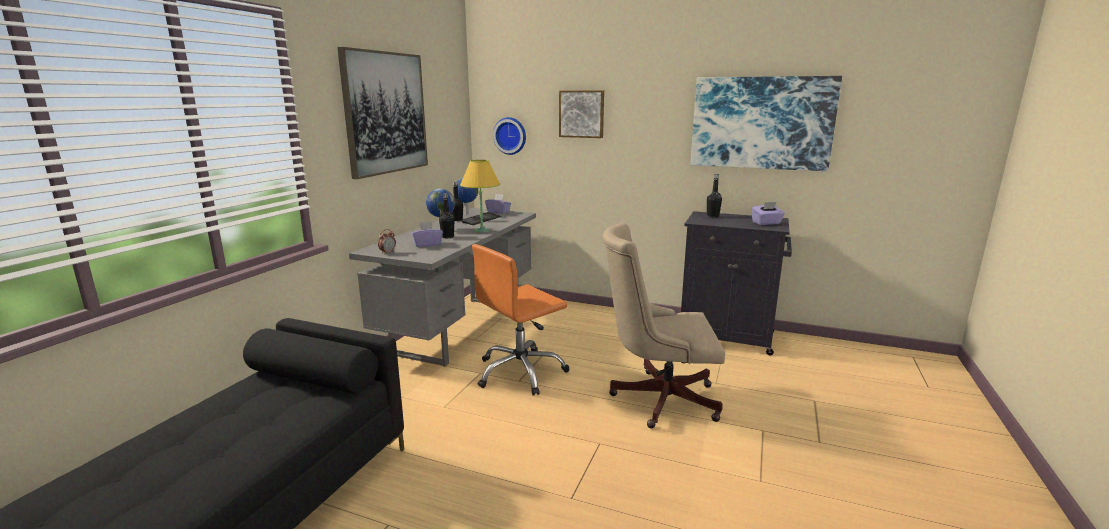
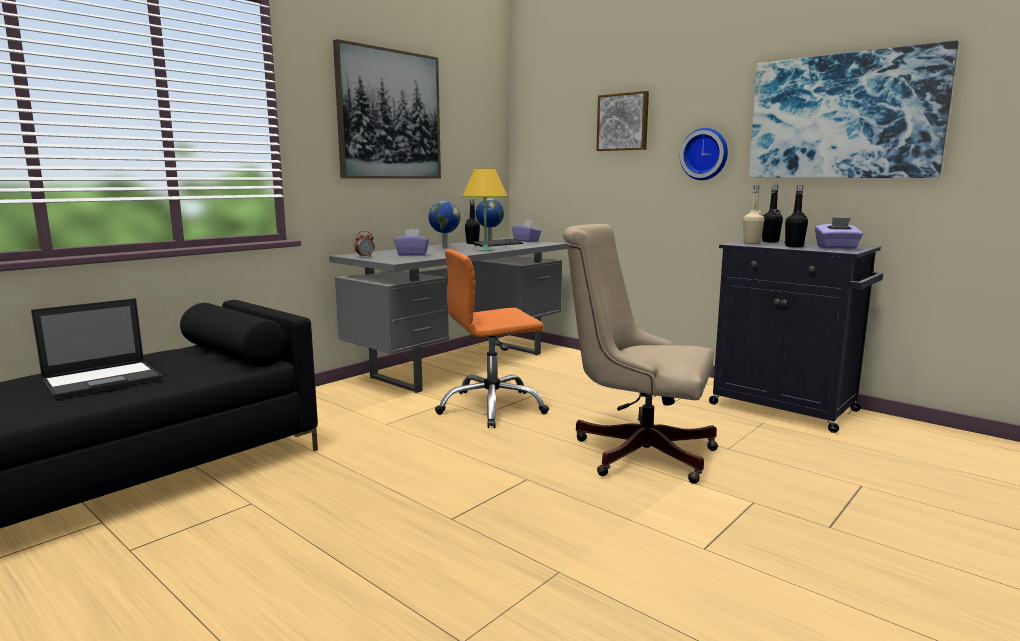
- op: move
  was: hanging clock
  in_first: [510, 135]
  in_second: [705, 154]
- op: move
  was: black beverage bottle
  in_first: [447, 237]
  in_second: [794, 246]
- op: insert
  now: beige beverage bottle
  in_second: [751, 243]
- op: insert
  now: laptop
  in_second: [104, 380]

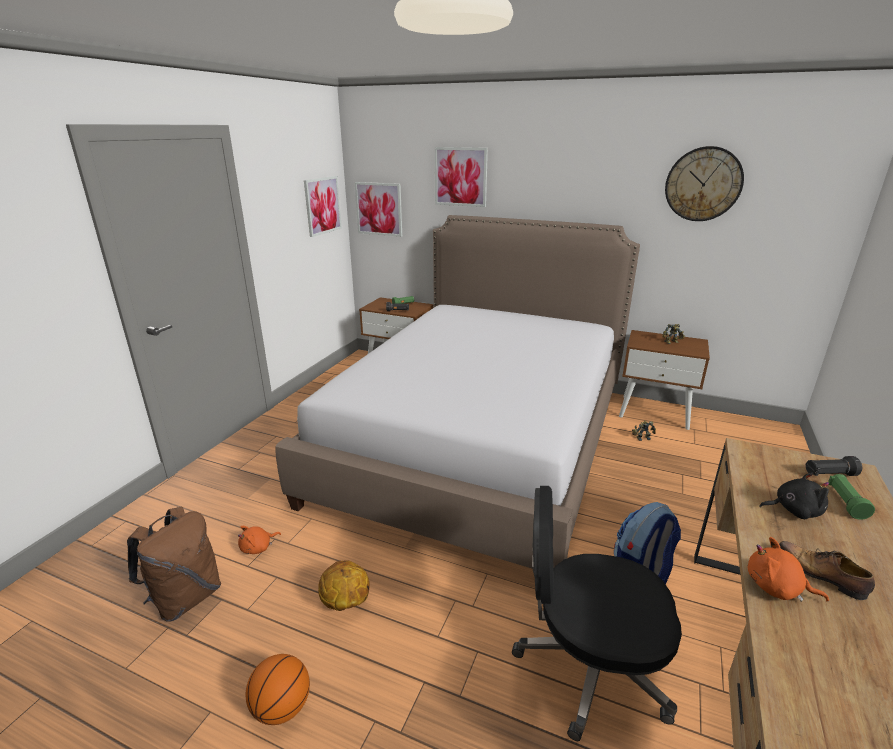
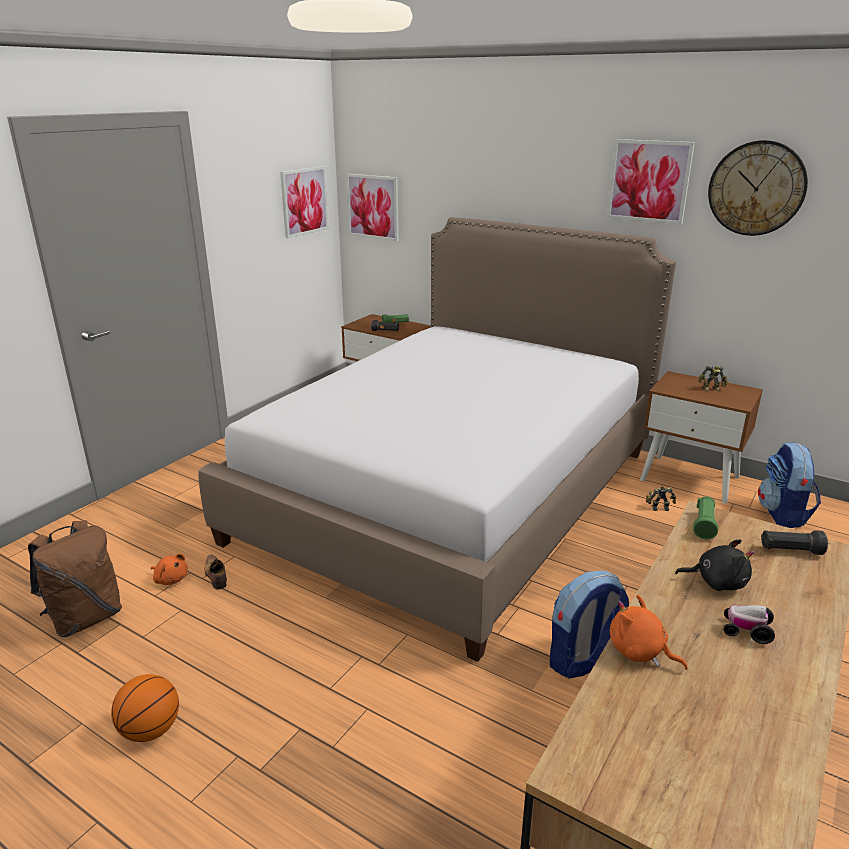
- op: move
  was: wall picture
  in_first: [460, 177]
  in_second: [649, 181]
- op: move
  was: green torch
  in_first: [845, 503]
  in_second: [704, 525]
- op: delete
  was: black desk chair
  in_first: [588, 665]
- op: rotate
  was: orangey soft toy
  in_first: [258, 547]
  in_second: [170, 579]
  clockwise: -120
- op: move
  was: item of footwear
  in_first: [821, 575]
  in_second: [216, 576]
- op: delete
  was: basketball
  in_first: [345, 603]
- op: insert
  now: backpack
  in_second: [783, 514]
- op: insert
  now: model car
  in_second: [746, 631]

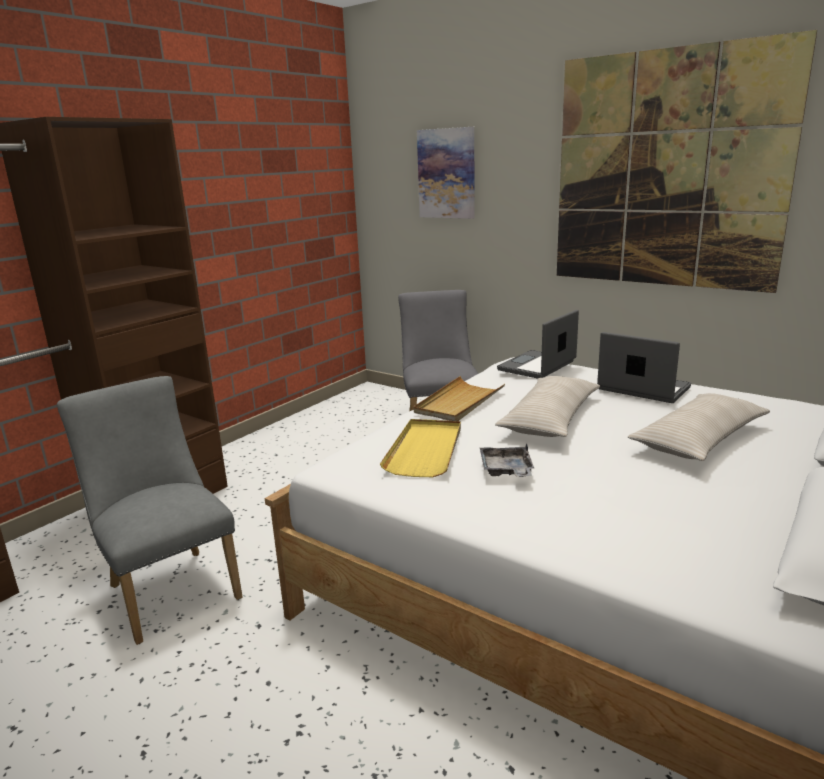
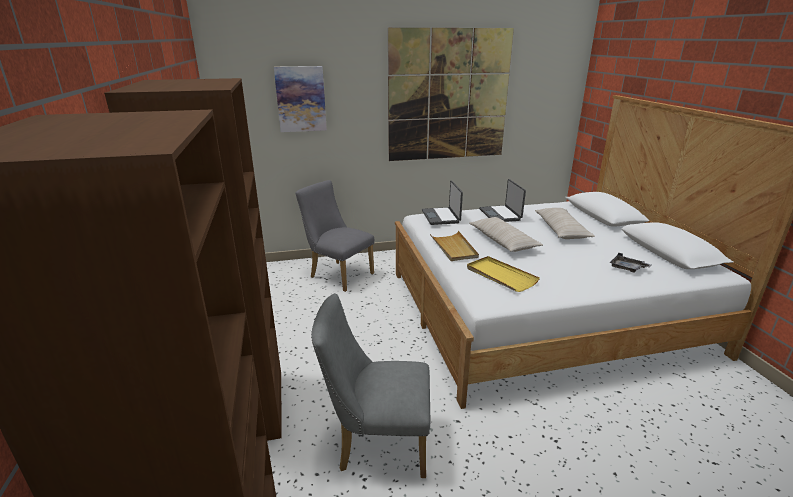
- op: rotate
  was: laptop
  in_first: [642, 389]
  in_second: [500, 214]
  clockwise: -90
- op: move
  was: greyish tray
  in_first: [506, 470]
  in_second: [627, 268]

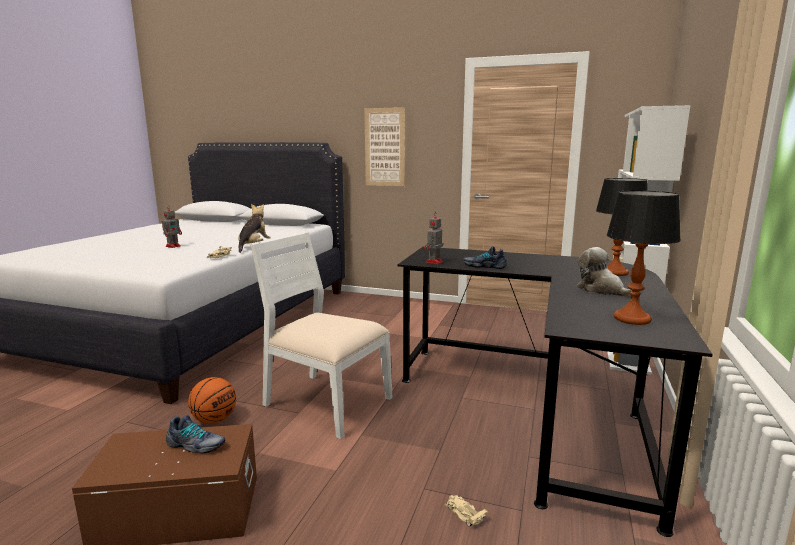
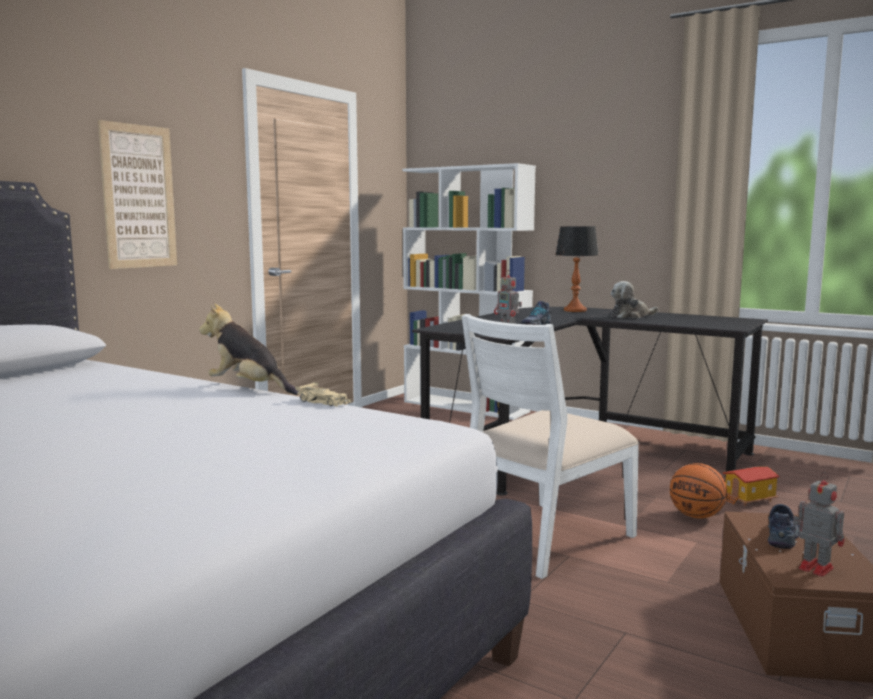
- op: delete
  was: lamp for a table
  in_first: [632, 319]
- op: move
  was: robot figure
  in_first: [173, 246]
  in_second: [814, 567]
- op: move
  was: basketball
  in_first: [214, 420]
  in_second: [696, 516]
- op: replace
  was: beige model car
  now: miniature house
  in_first: [464, 513]
  in_second: [749, 500]

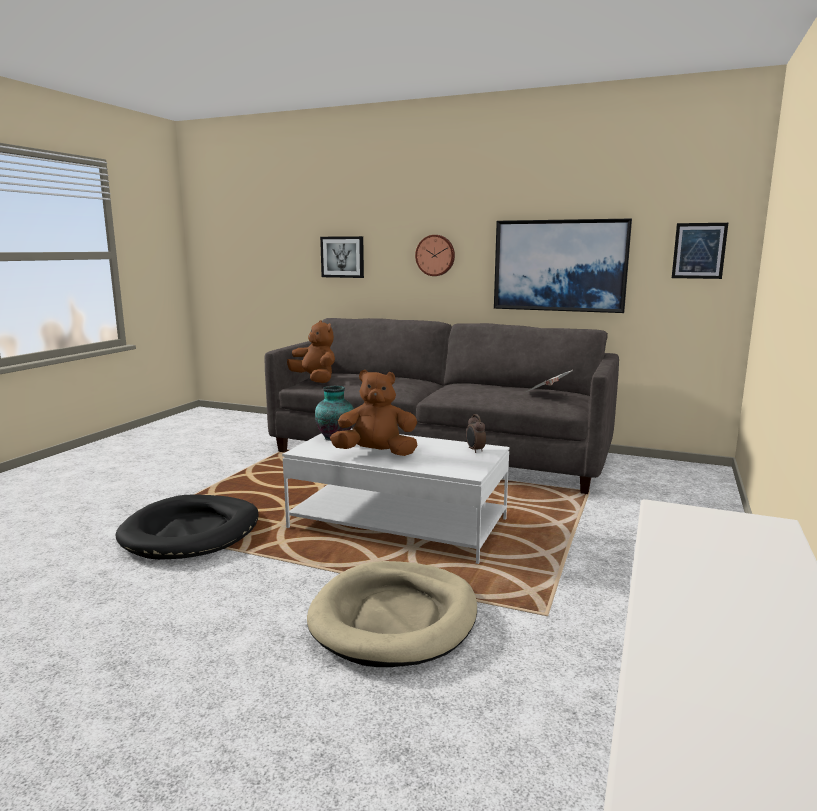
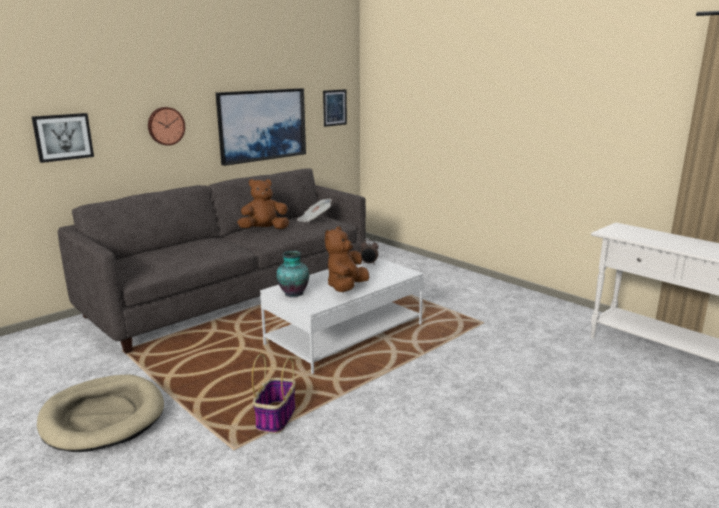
- op: move
  was: brown-coloured soft toy
  in_first: [315, 380]
  in_second: [264, 229]
- op: replace
  was: black pet bed
  now: household basket
  in_first: [191, 532]
  in_second: [276, 417]
- op: move
  was: beige pet bed
  in_first: [394, 618]
  in_second: [103, 417]

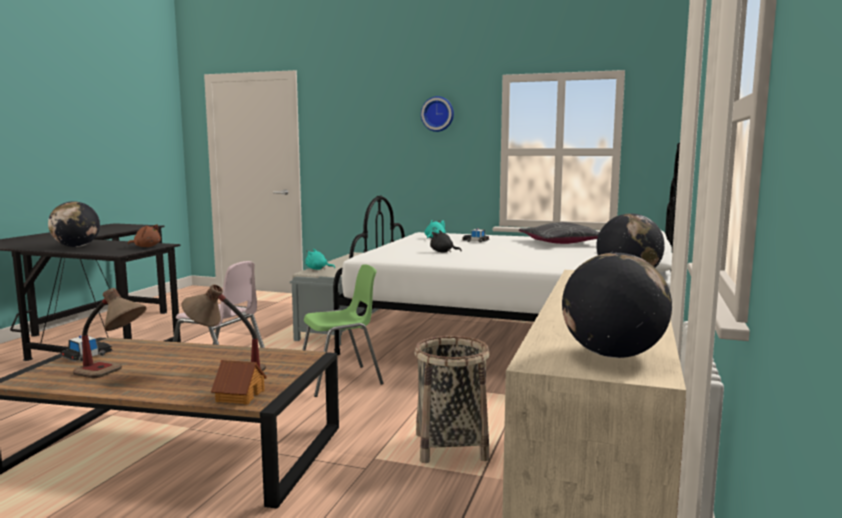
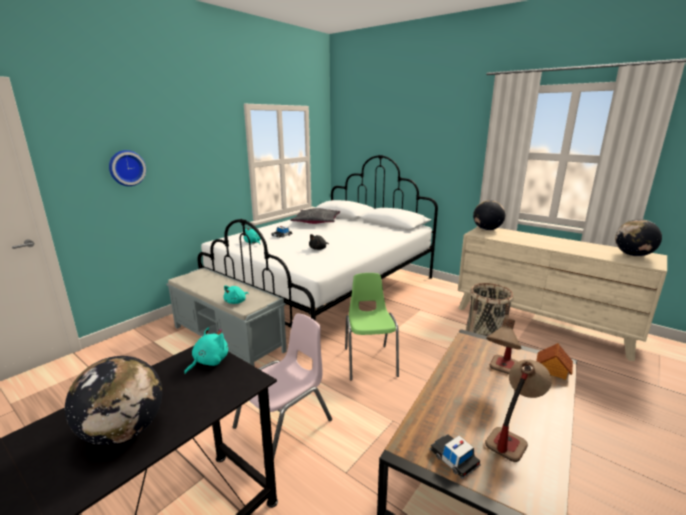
- op: move
  was: hanging clock
  in_first: [438, 114]
  in_second: [126, 168]
- op: recolor
  was: brown-coloured soft toy
  now: blue-green soft toy
  in_first: [146, 247]
  in_second: [209, 362]

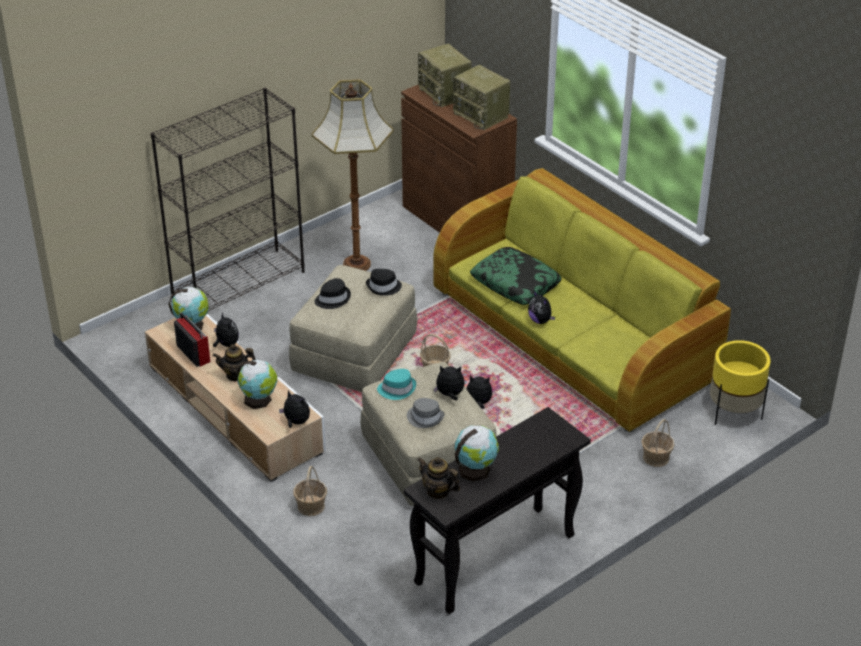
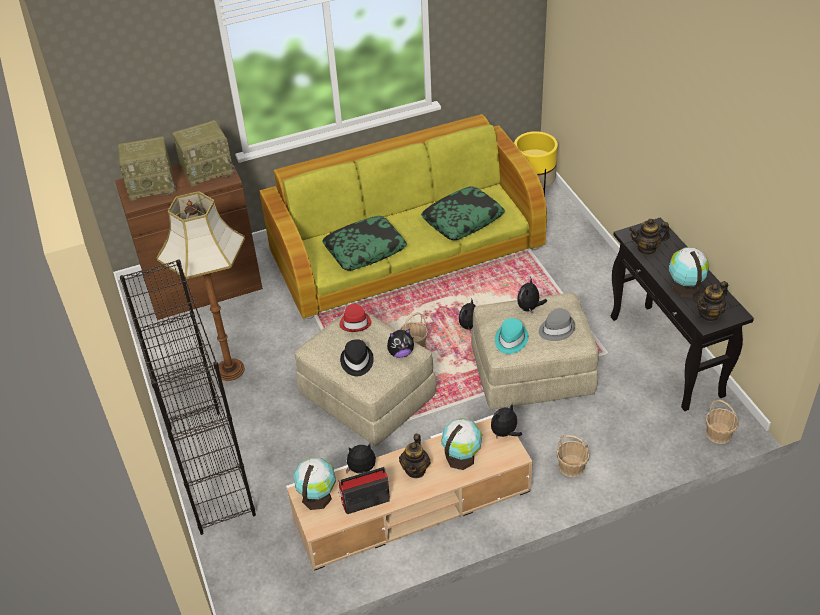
- op: recolor
  was: black wearable hat
  now: red-coloured wearable hat
  in_first: [383, 287]
  in_second: [355, 322]
- op: move
  was: soft toy
  in_first: [540, 320]
  in_second: [400, 353]
- op: move
  was: household basket
  in_first: [655, 457]
  in_second: [718, 434]
- op: insert
  now: pillow
  in_second: [462, 219]
- op: insert
  now: pot for tea
  in_second: [647, 248]

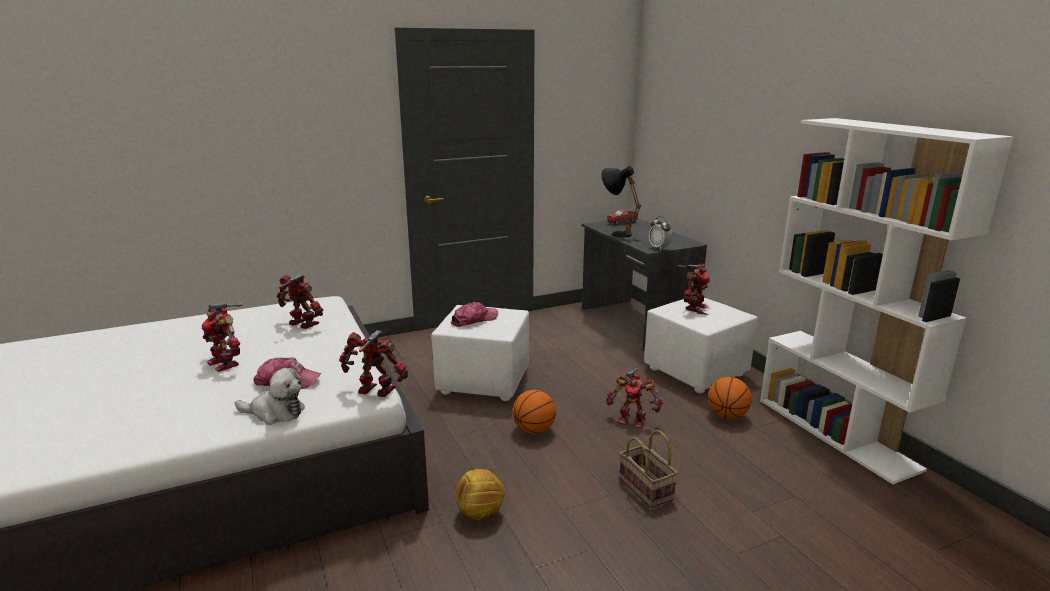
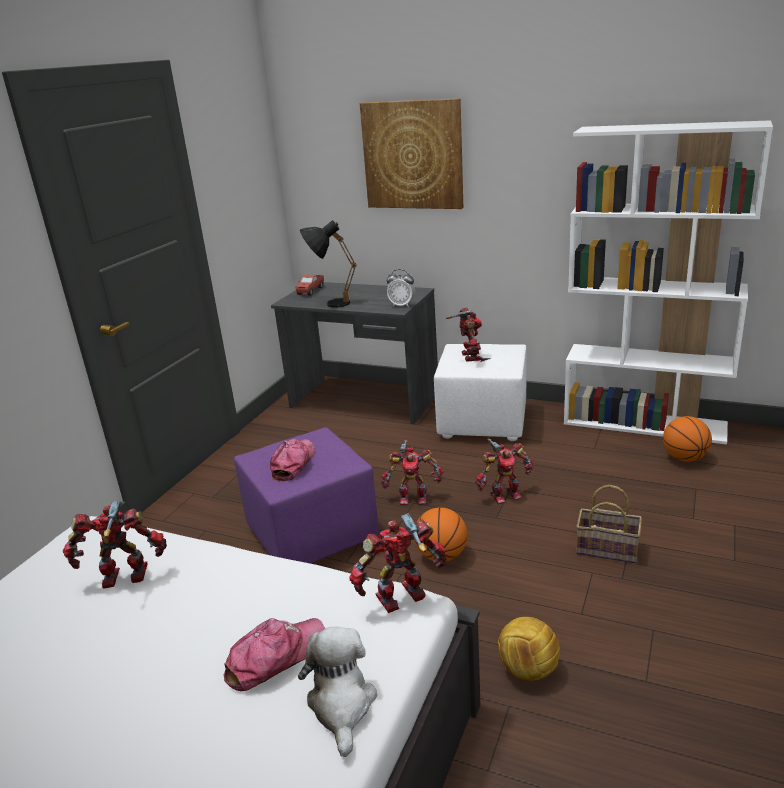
- op: move
  was: robot figure
  in_first: [225, 363]
  in_second: [413, 497]
- op: recolor
  was: white footrest
  now: purple-coloured footrest
  in_first: [484, 382]
  in_second: [313, 535]
- op: rotate
  was: soft toy
  in_first: [275, 413]
  in_second: [341, 705]
  clockwise: -60
- op: move
  was: basketball
  in_first: [727, 416]
  in_second: [684, 458]
- op: insert
  now: wall picture
  in_second: [413, 155]

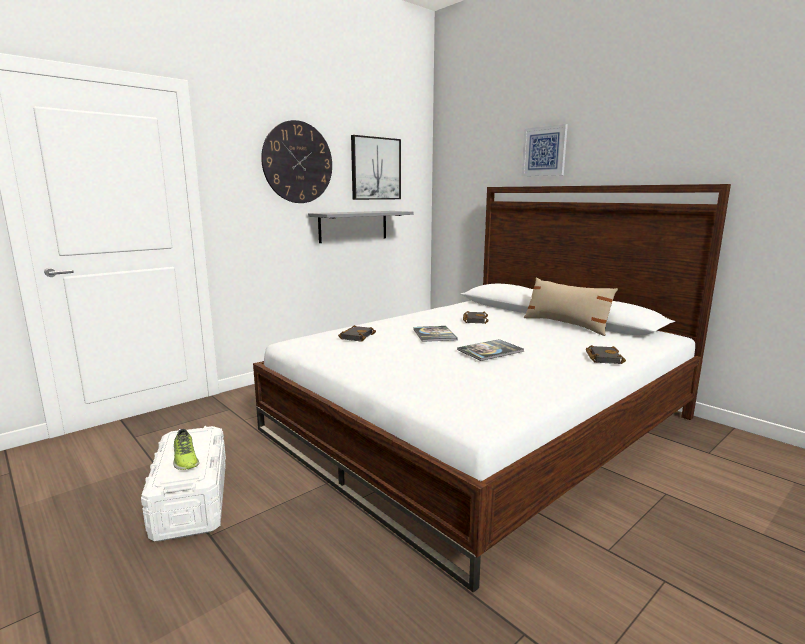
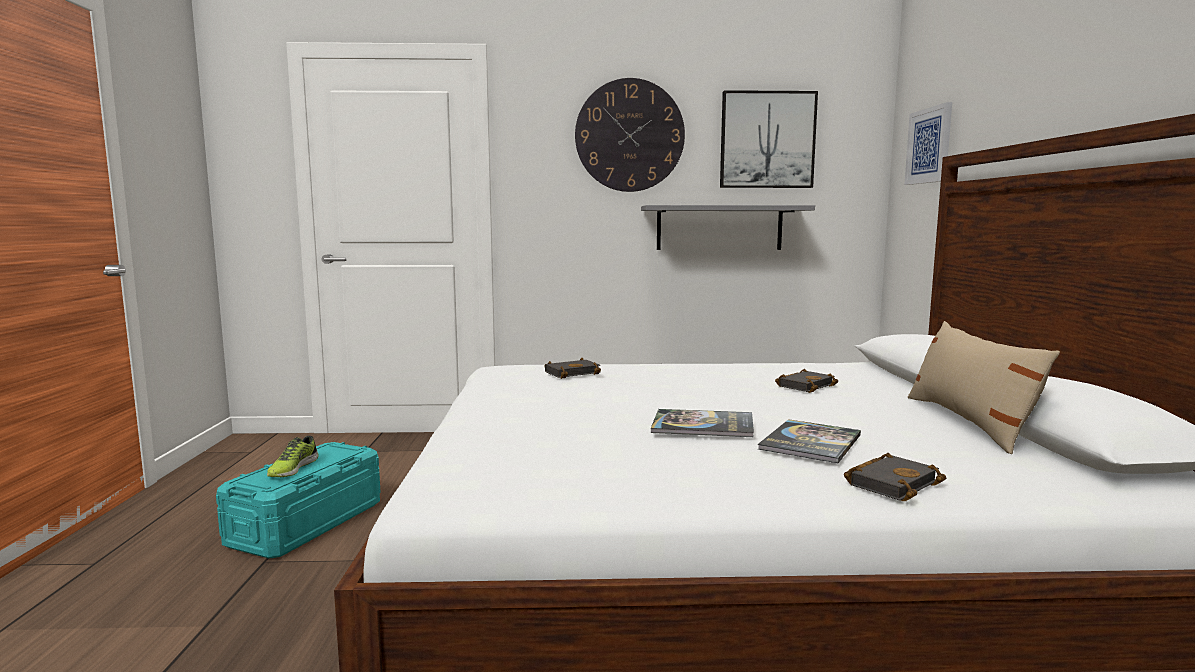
- op: move
  was: wall picture
  in_first: [544, 151]
  in_second: [929, 146]
- op: move
  was: volume
  in_first: [434, 334]
  in_second: [810, 442]
- op: recolor
  was: white storage bin
  now: blue-green storage bin
  in_first: [192, 500]
  in_second: [307, 523]

